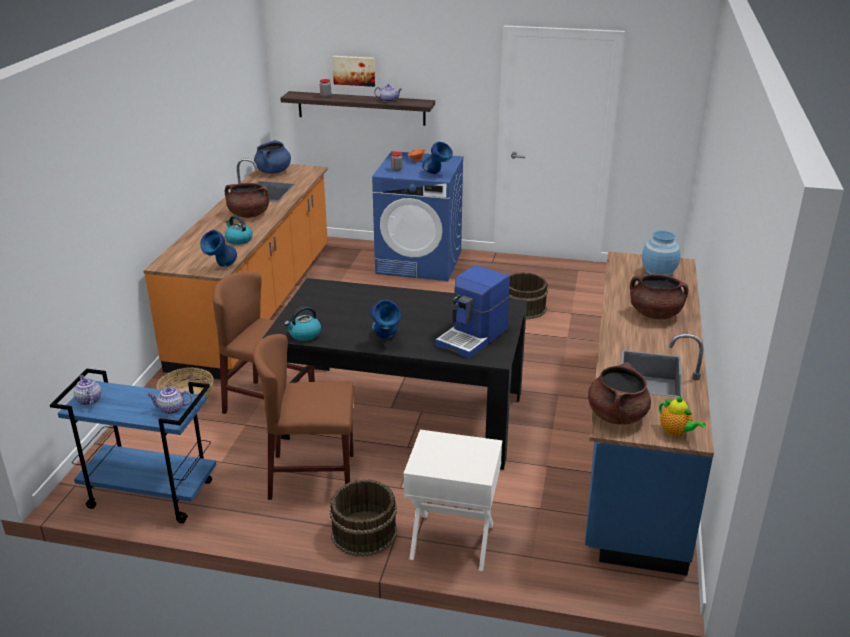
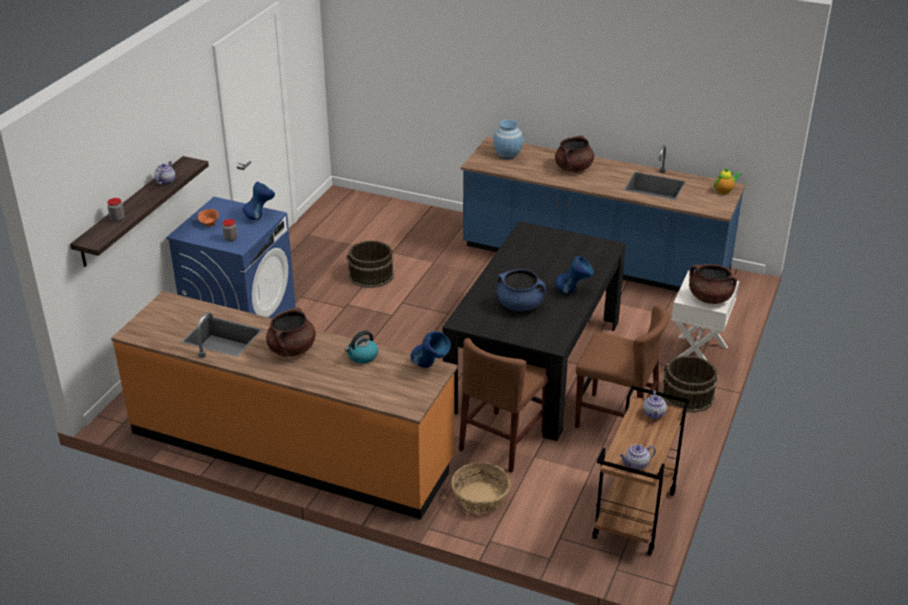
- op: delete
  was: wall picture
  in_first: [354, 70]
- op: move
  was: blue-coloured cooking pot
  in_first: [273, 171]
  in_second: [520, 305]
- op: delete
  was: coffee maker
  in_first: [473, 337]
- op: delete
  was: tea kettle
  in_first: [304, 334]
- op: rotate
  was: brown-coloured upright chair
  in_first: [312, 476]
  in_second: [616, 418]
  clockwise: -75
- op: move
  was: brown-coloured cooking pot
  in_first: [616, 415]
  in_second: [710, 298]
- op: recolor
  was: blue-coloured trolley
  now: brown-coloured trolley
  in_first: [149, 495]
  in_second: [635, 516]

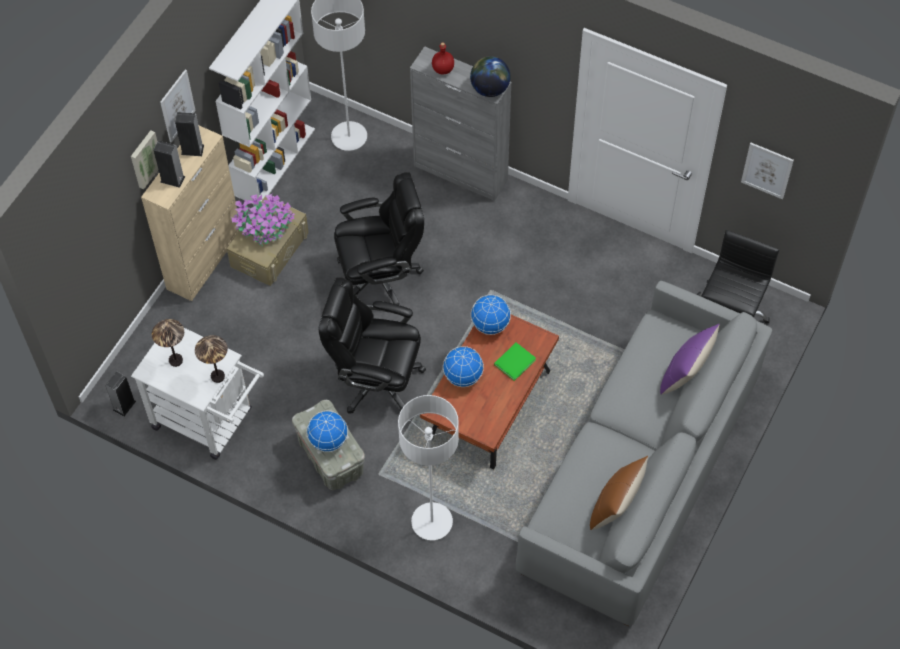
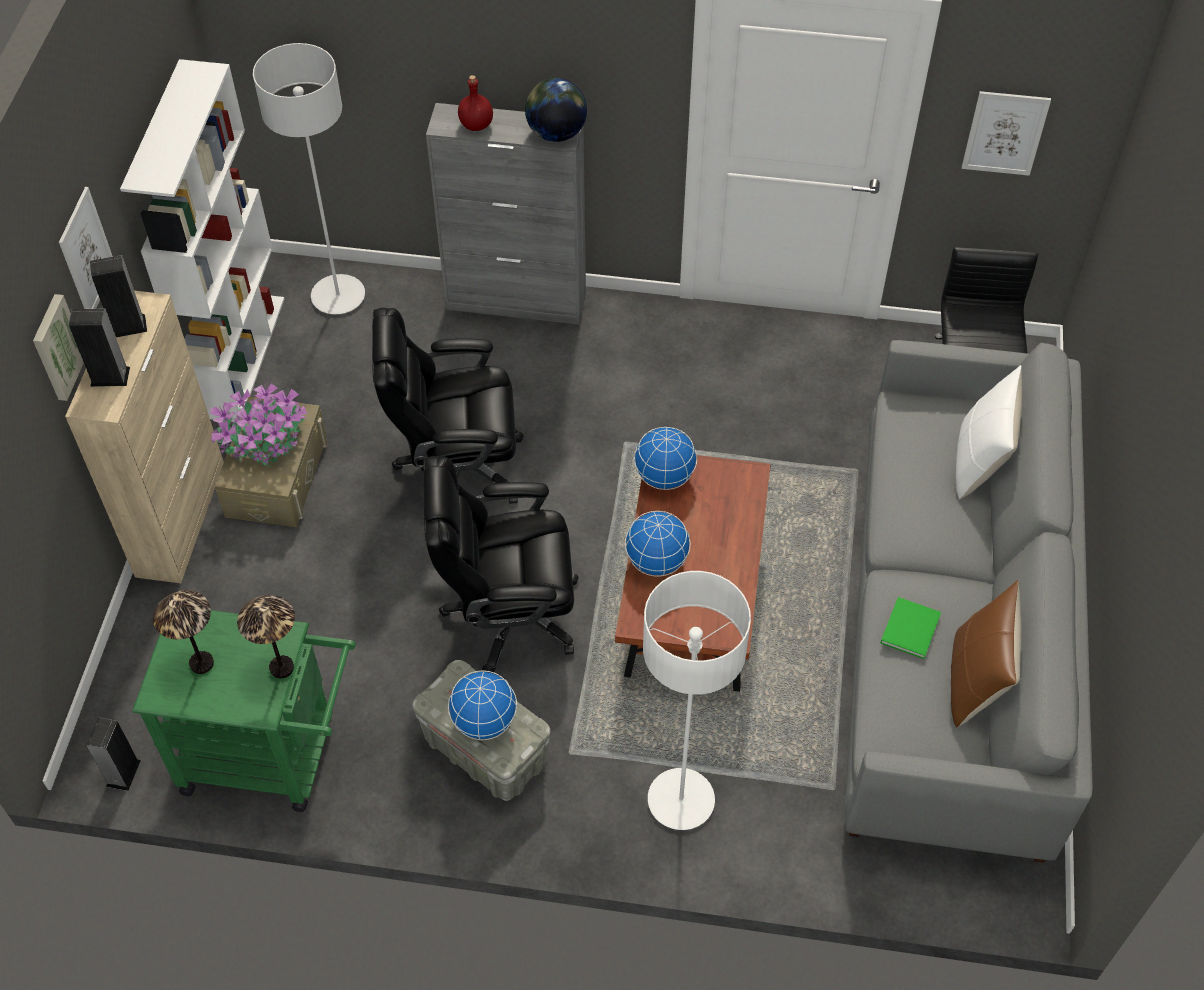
- op: rotate
  was: black desk chair
  in_first: [380, 277]
  in_second: [458, 469]
  clockwise: -150
- op: recolor
  was: purple-coloured pillow
  now: white pillow
  in_first: [685, 374]
  in_second: [979, 461]
- op: recolor
  was: white trolley
  now: green trolley
  in_first: [209, 421]
  in_second: [272, 755]
- op: move
  was: green volume
  in_first: [515, 361]
  in_second: [911, 627]

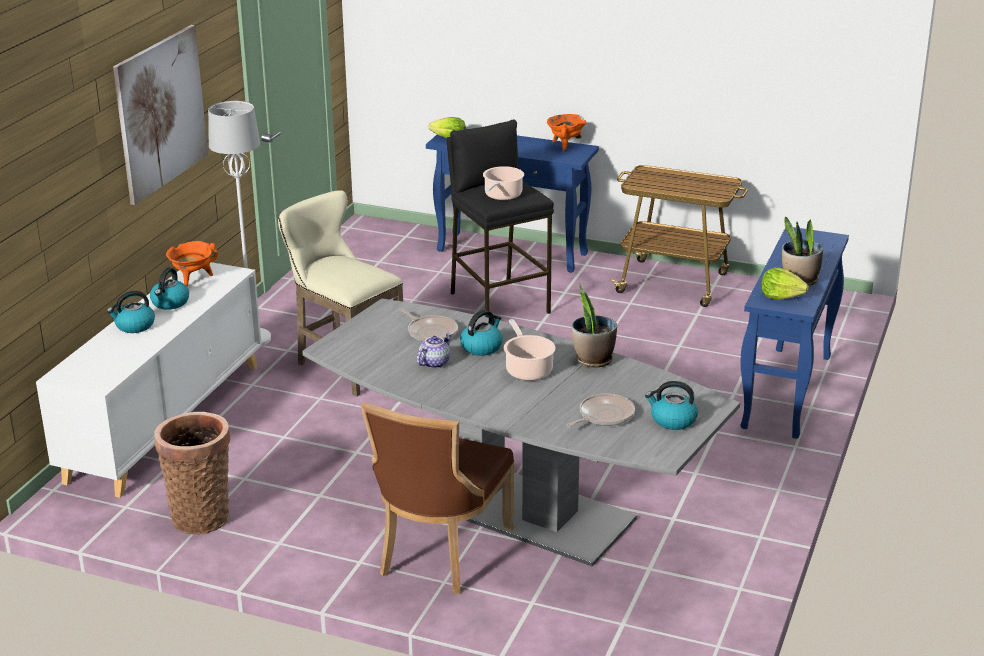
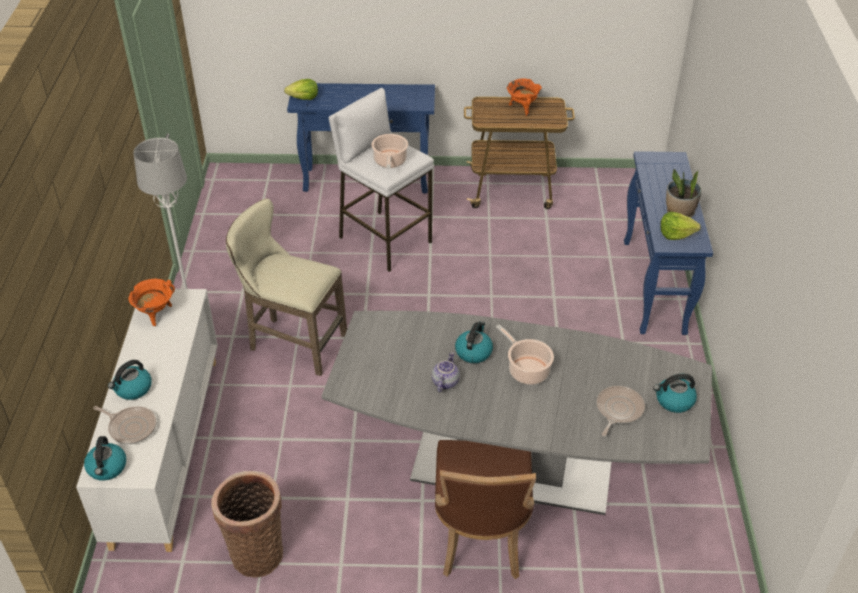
- op: delete
  was: wall picture
  in_first: [161, 113]
- op: move
  was: orangey cooking pot
  in_first: [565, 146]
  in_second: [522, 108]
- op: recolor
  was: black sitting stool
  now: white sitting stool
  in_first: [499, 302]
  in_second: [384, 240]
- op: move
  was: tea kettle
  in_first: [170, 303]
  in_second: [107, 468]
- op: delete
  was: plant in a pot
  in_first: [593, 360]
- op: move
  was: pan
  in_first: [431, 332]
  in_second: [131, 427]

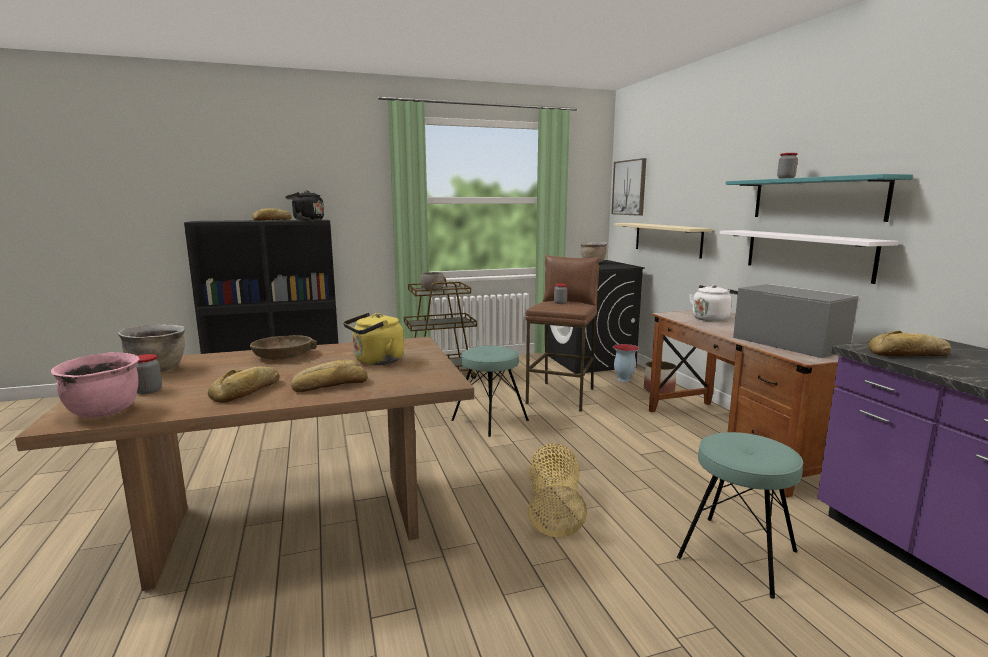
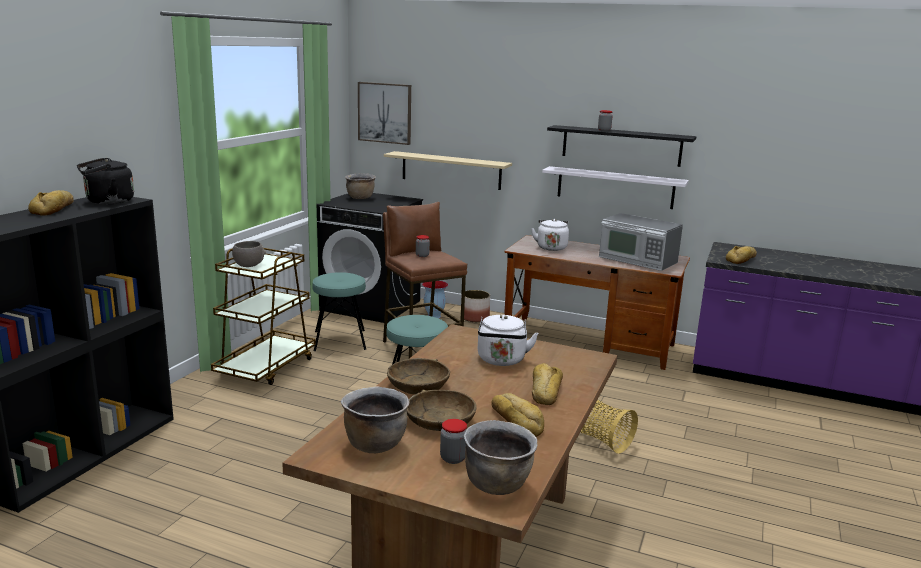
- op: recolor
  was: blue-green wall shelf
  now: black wall shelf
  in_first: [816, 198]
  in_second: [621, 145]
- op: rotate
  was: microwave oven
  in_first: [790, 343]
  in_second: [637, 260]
  clockwise: -150
- op: recolor
  was: yellowish tea kettle
  now: white tea kettle
  in_first: [376, 361]
  in_second: [501, 361]
- op: recolor
  was: pink cooking pot
  now: brown-coloured cooking pot
  in_first: [105, 412]
  in_second: [497, 484]
- op: move
  was: blue-green sitting stool
  in_first: [737, 554]
  in_second: [340, 340]
- op: insert
  now: brown-coloured deep dish
  in_second: [439, 420]

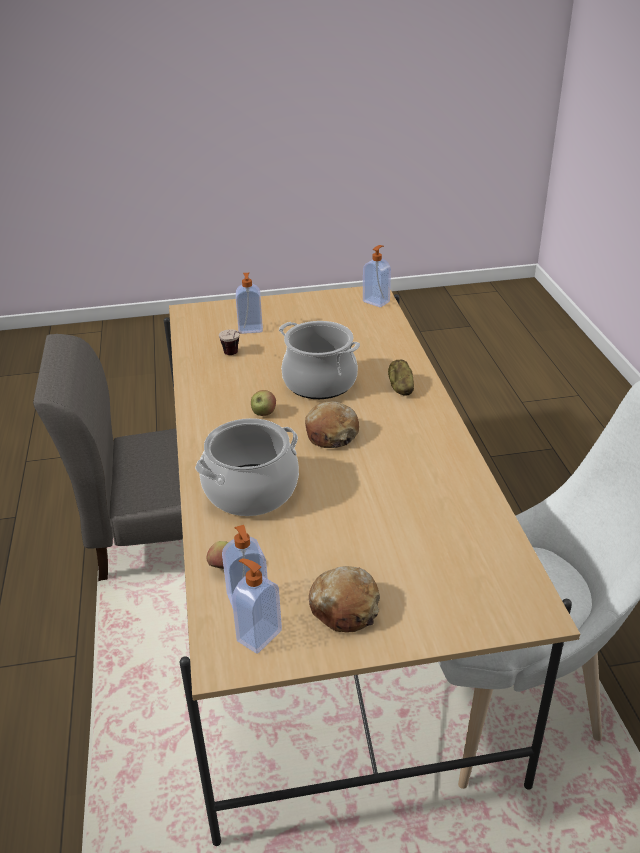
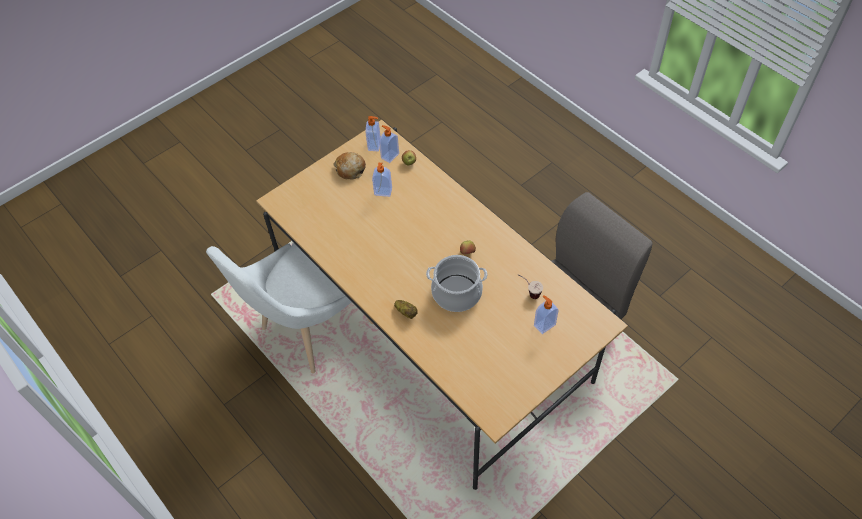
- op: move
  was: soap bottle
  in_first: [376, 301]
  in_second: [383, 192]
- op: delete
  was: baked bread
  in_first: [331, 434]
- op: delete
  was: cooking pot
  in_first: [251, 491]

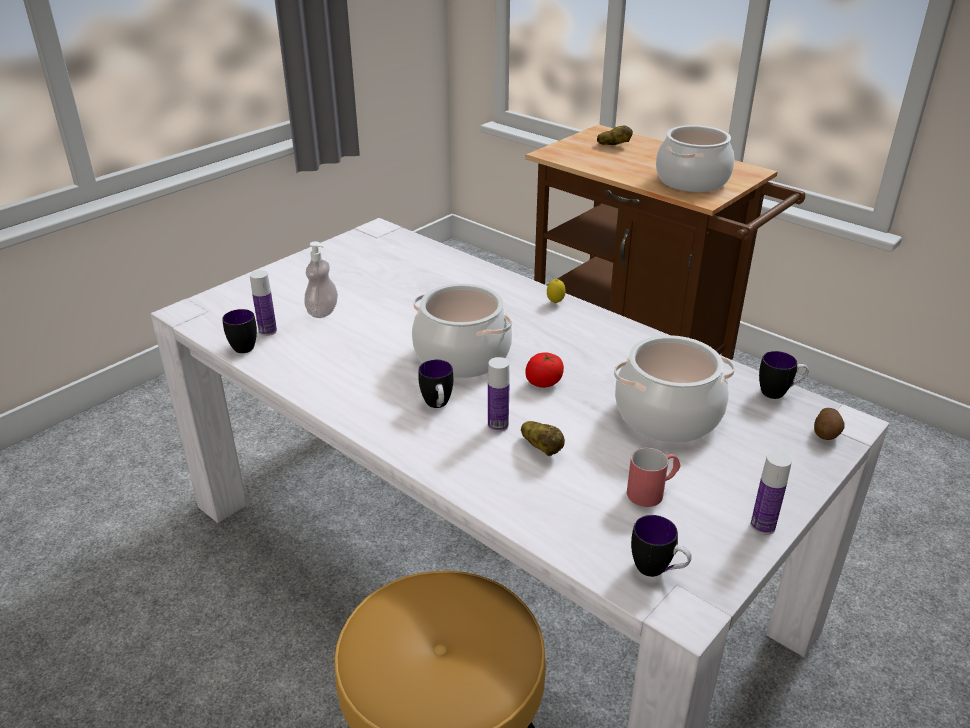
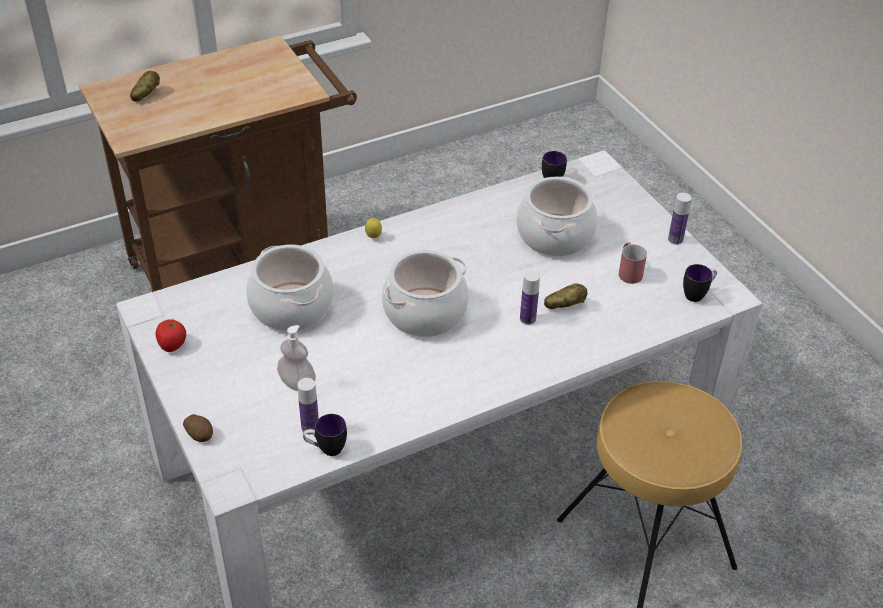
- op: move
  was: cooking pot
  in_first: [692, 180]
  in_second: [291, 307]
- op: move
  was: fresh tomato
  in_first: [544, 382]
  in_second: [172, 344]
- op: delete
  was: coffee mug
  in_first: [438, 406]
- op: move
  was: potato
  in_first: [826, 433]
  in_second: [200, 434]

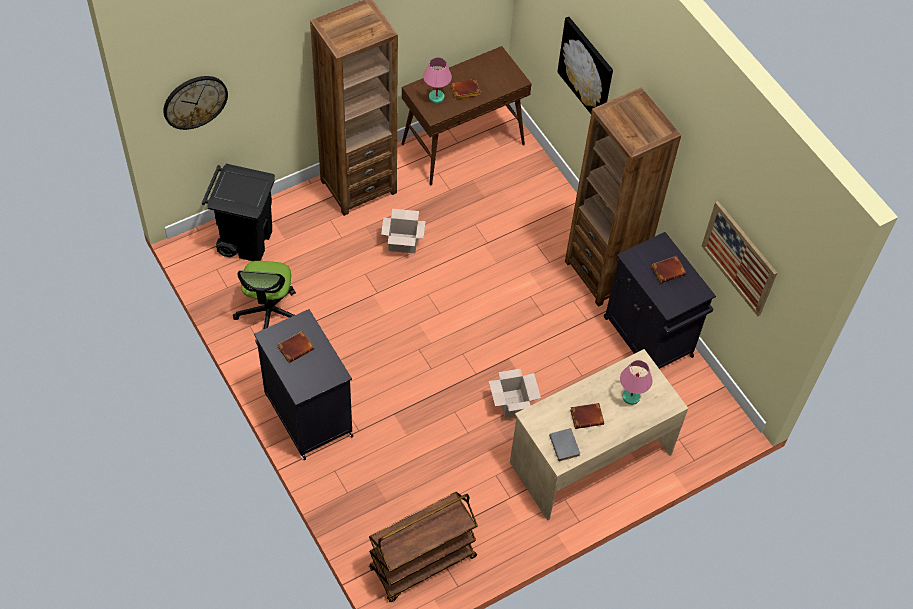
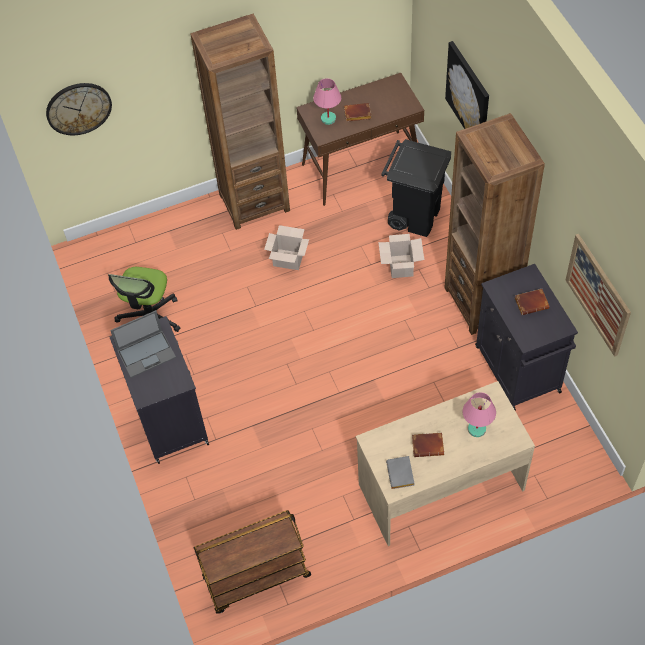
- op: move
  was: black trash can
  in_first: [245, 240]
  in_second: [414, 215]
- op: replace
  was: brown-coloured volume
  now: laptop
  in_first: [296, 347]
  in_second: [147, 353]
- op: move
  was: packing box
  in_first: [512, 403]
  in_second: [400, 266]

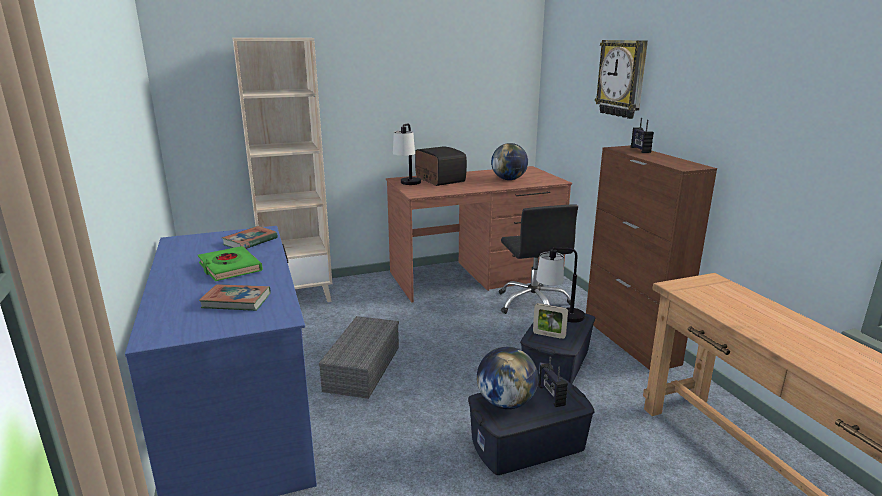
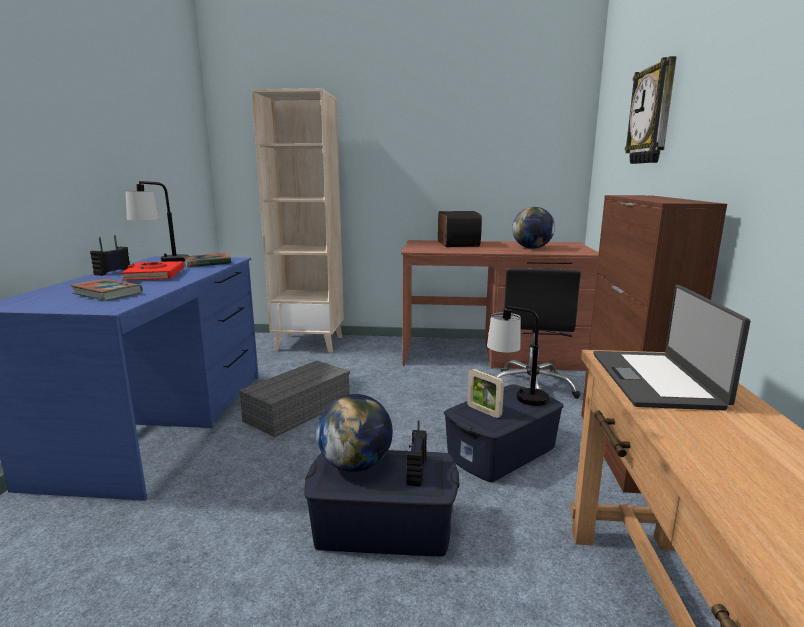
- op: move
  was: radio receiver
  in_first: [640, 150]
  in_second: [112, 272]
- op: move
  was: lamp for a table
  in_first: [408, 185]
  in_second: [162, 262]
- op: recolor
  was: green volume
  now: red-coloured volume
  in_first: [229, 268]
  in_second: [154, 275]
- op: insert
  now: laptop
  in_second: [656, 379]

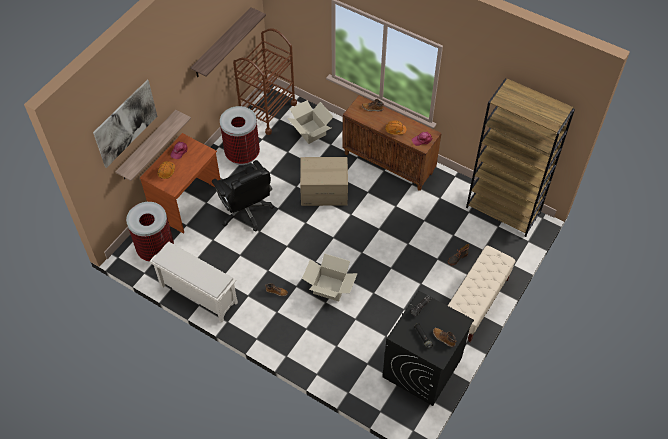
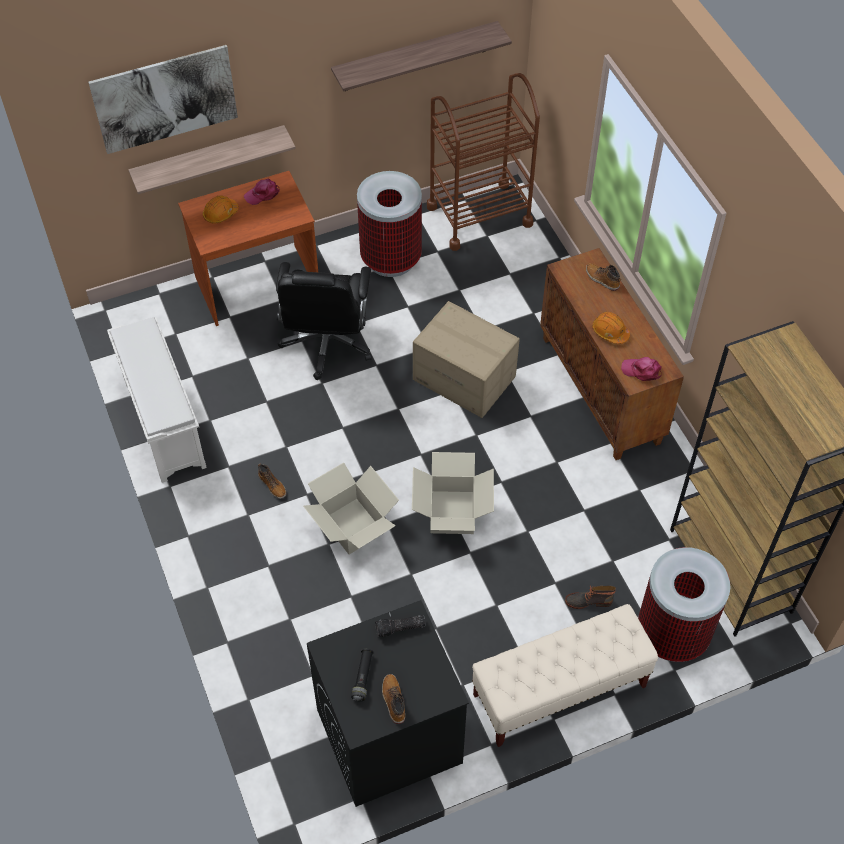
- op: move
  was: packing box
  in_first: [310, 132]
  in_second: [451, 512]
- op: move
  was: trash can
  in_first: [156, 250]
  in_second: [672, 634]

